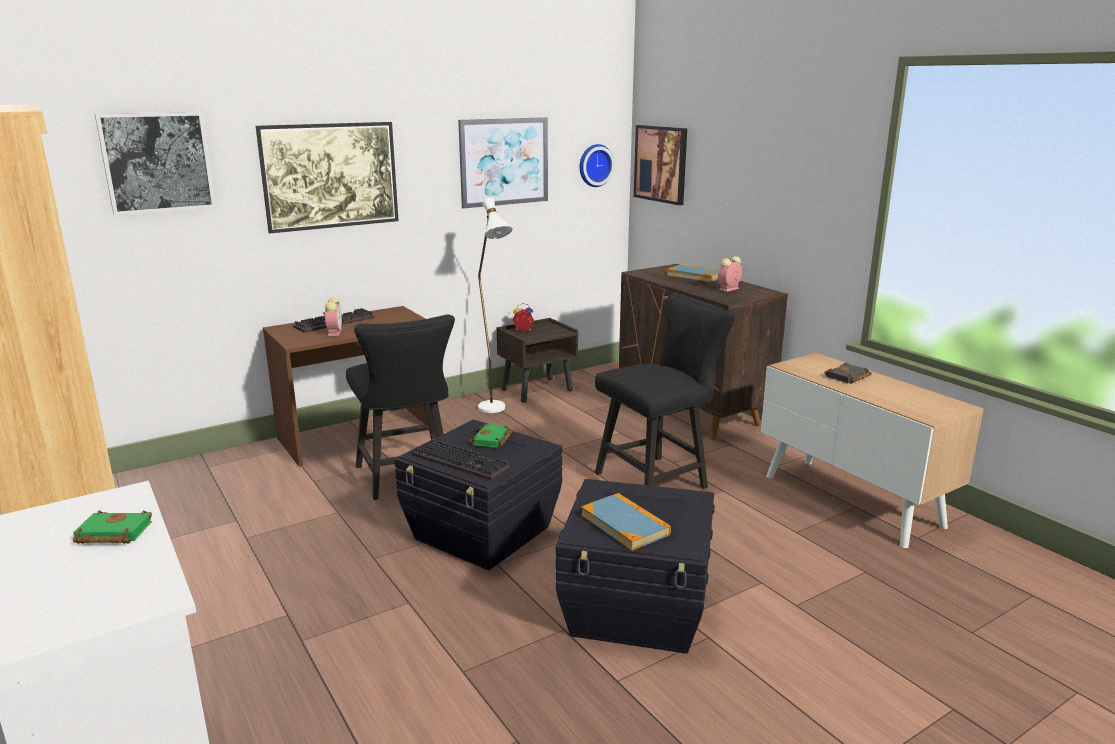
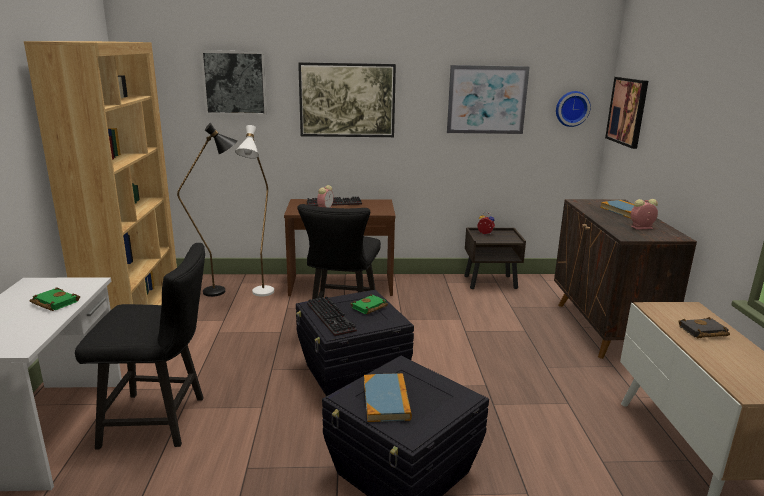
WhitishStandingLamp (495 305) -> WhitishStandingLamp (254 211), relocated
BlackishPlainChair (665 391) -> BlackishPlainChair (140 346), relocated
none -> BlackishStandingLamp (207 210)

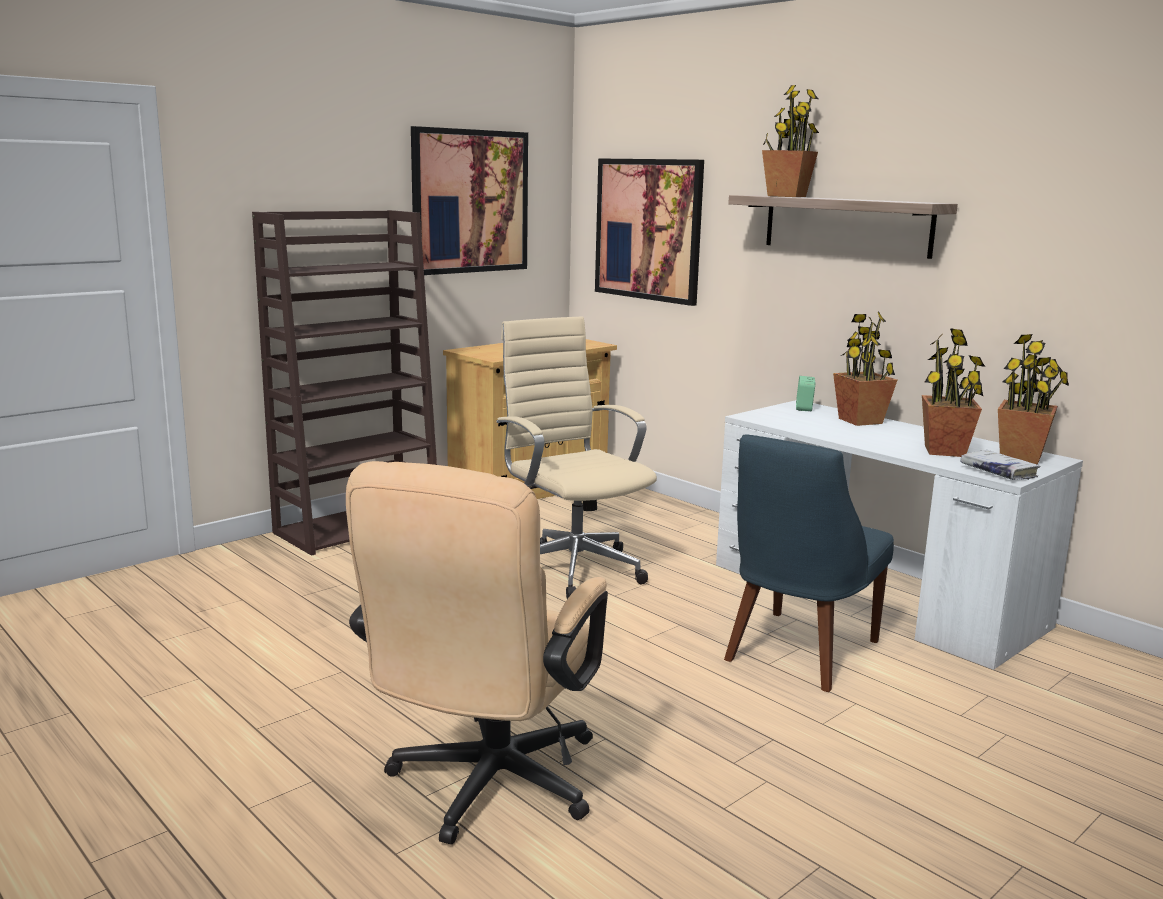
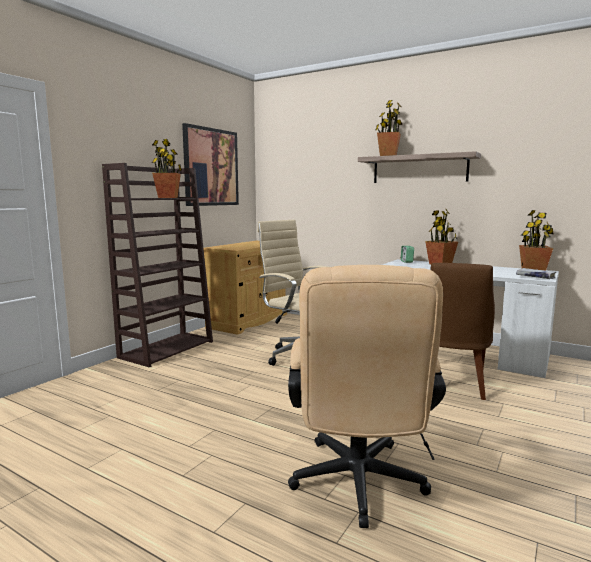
WallArt (649 232) -> none
Houseplant (953 392) -> Houseplant (166 168), relocated
BluishPlainChair (809 563) -> BrownishPlainChair (462 331)

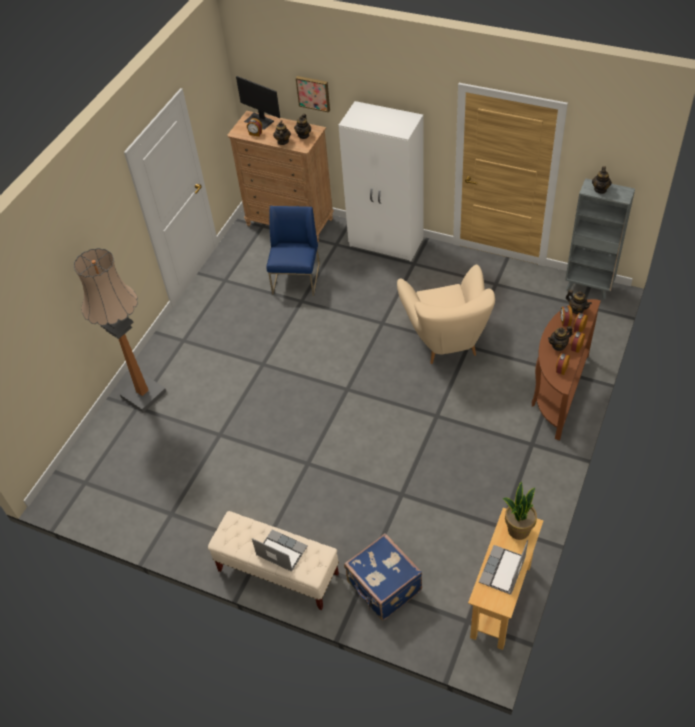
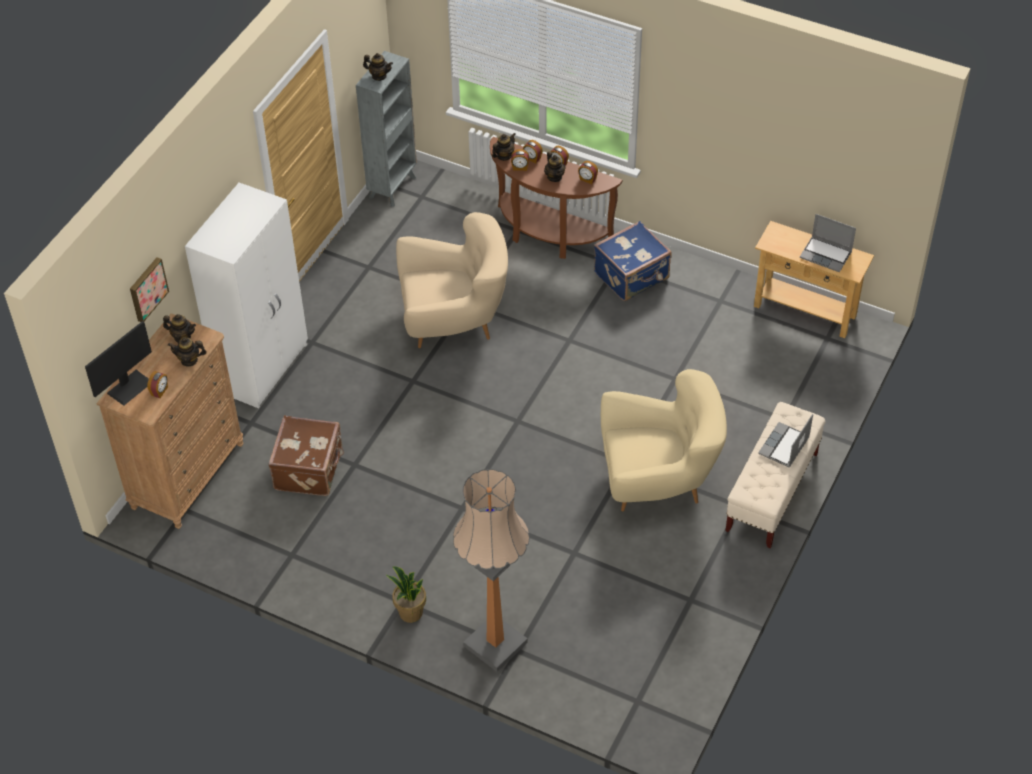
BluishPlainChair (293 251) -> BrownishSuitcase (306 456)
Houseplant (519 510) -> Houseplant (406 594), relocated
BluishSuitcase (383 576) -> BluishSuitcase (633 261), relocated
none -> SandColouredArmchair (664 440)

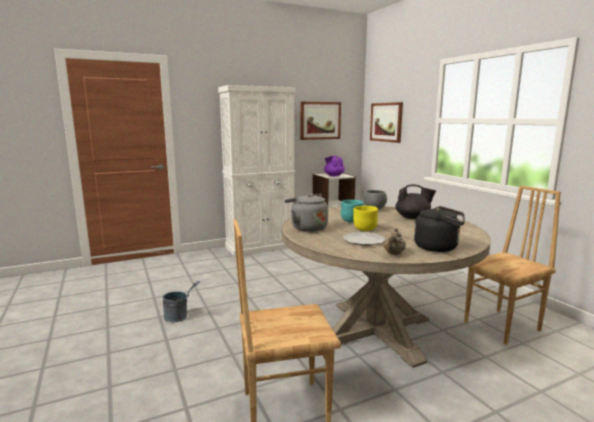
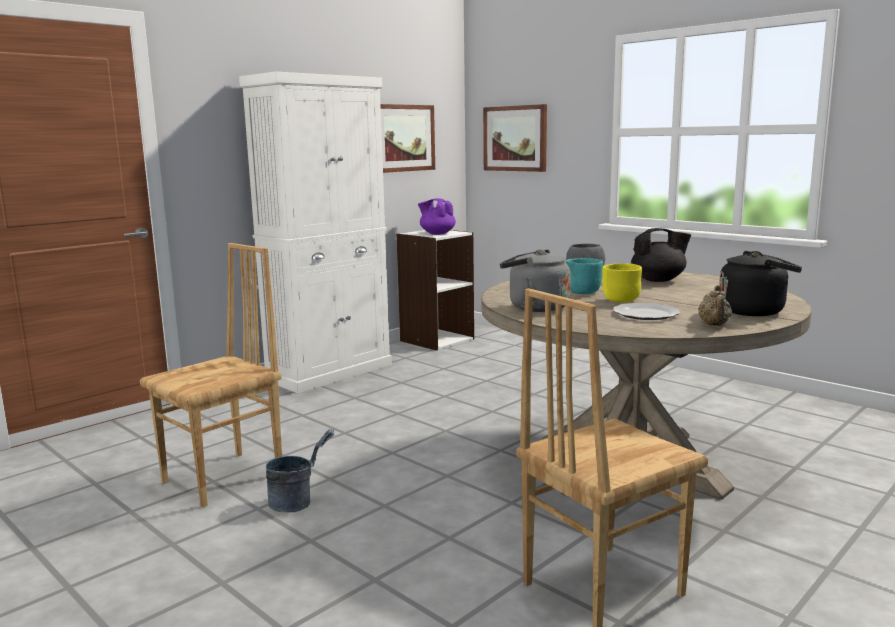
BrownishPlainChair (512 265) -> BrownishPlainChair (211 375), relocated

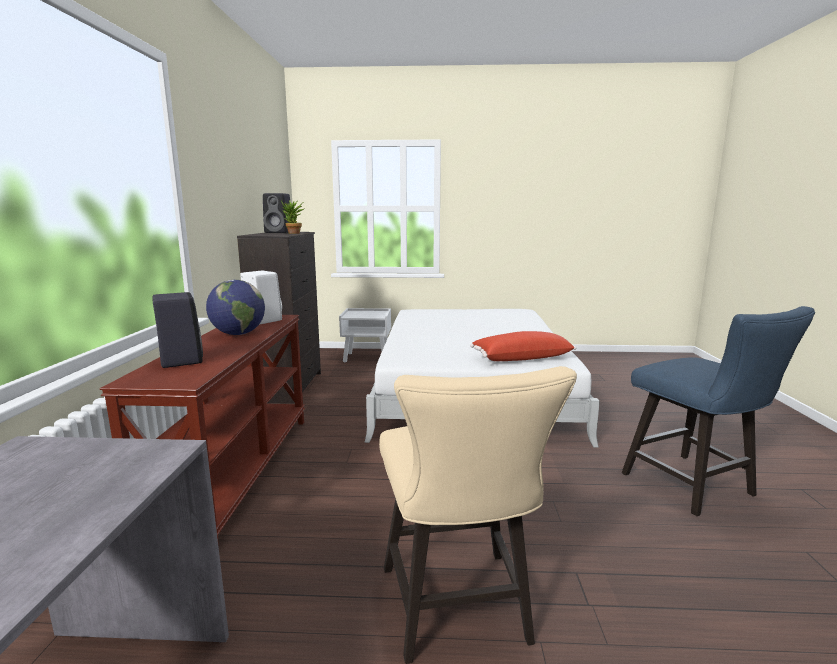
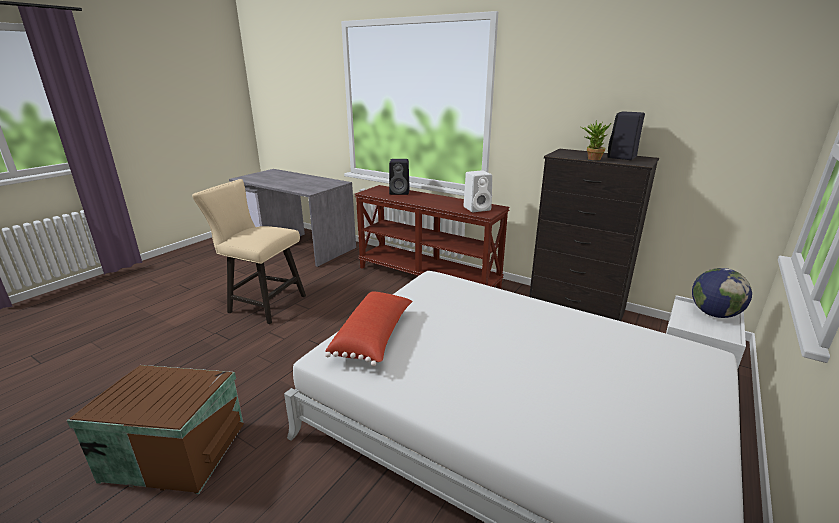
WorldGlobe (235 307) -> WorldGlobe (722 293), relocated
BluishPlainChair (718 411) -> BrownishStorageContainer (155 429)

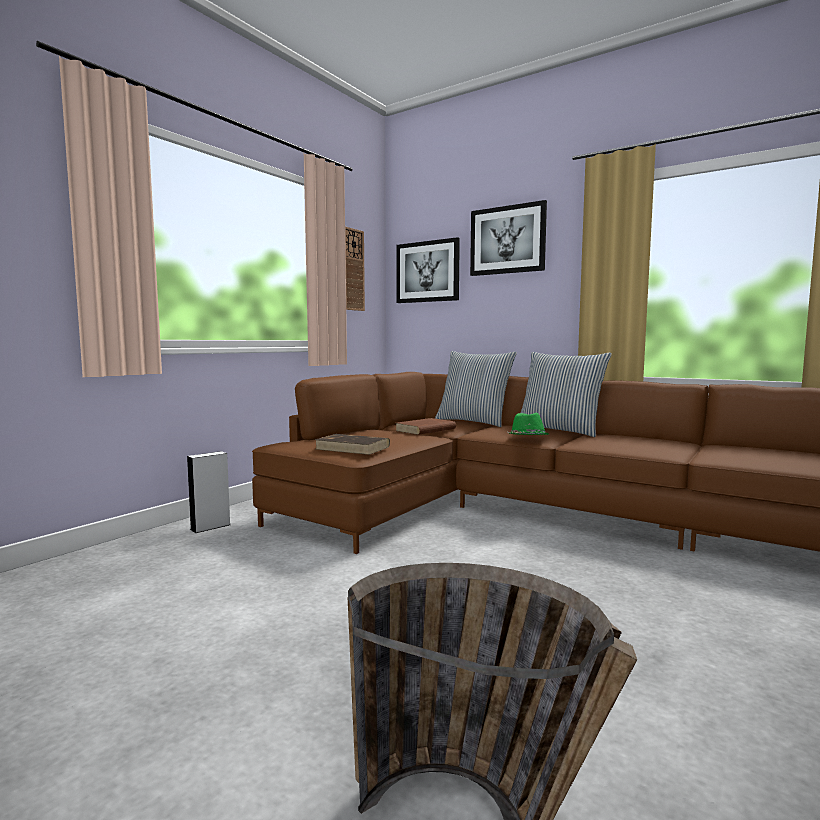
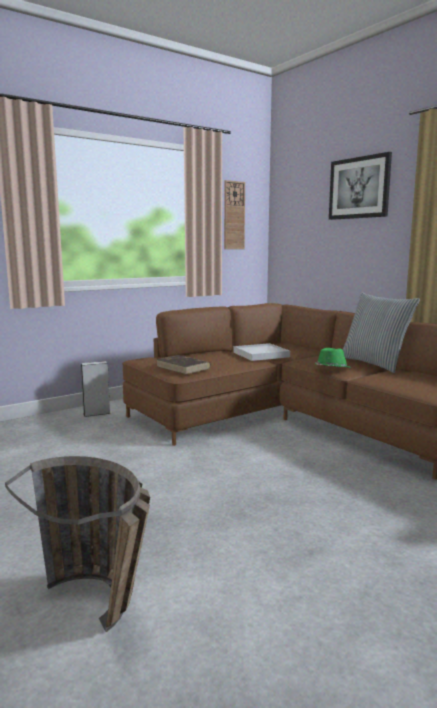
WallArt (428 270) -> none
ThrowPillow (476 389) -> none
BrownishBook (426 426) -> WhitishServingTray (262 352)

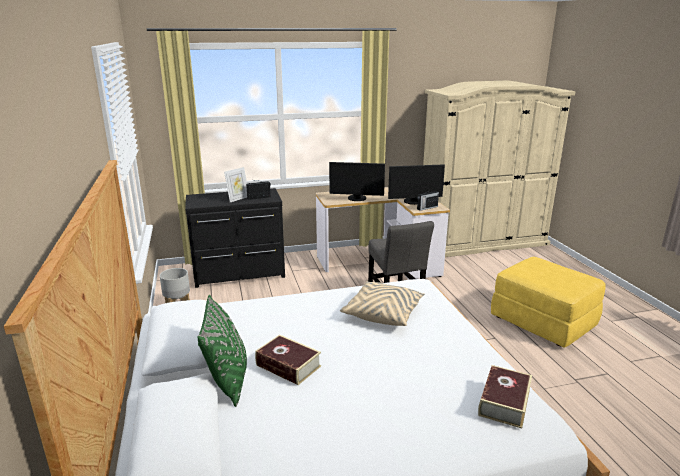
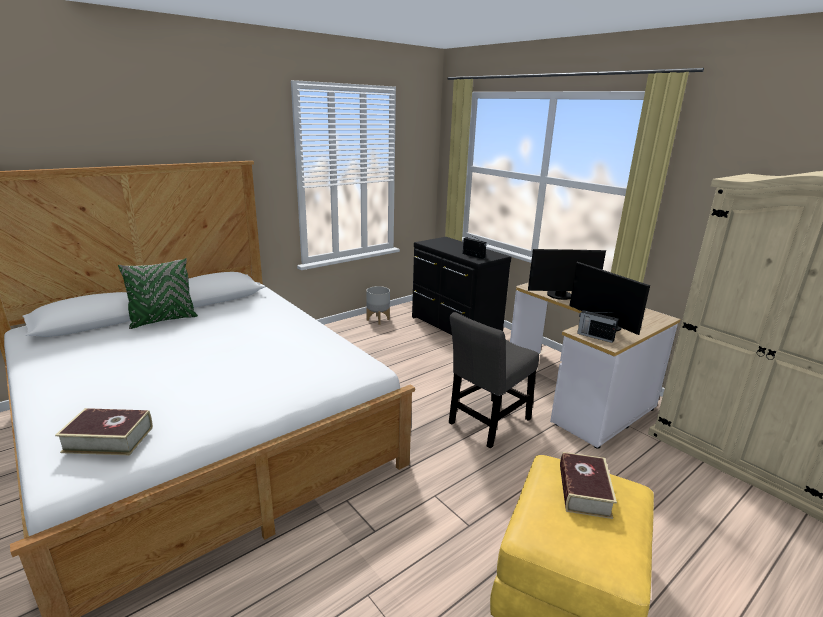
ComputerScreen (357 181) -> ComputerScreen (567 274), 75 degrees counterclockwise
PictureFrame (235 184) -> none
SandColouredThrowPillow (382 303) -> none
Book (288 360) -> Book (588 485), relocated

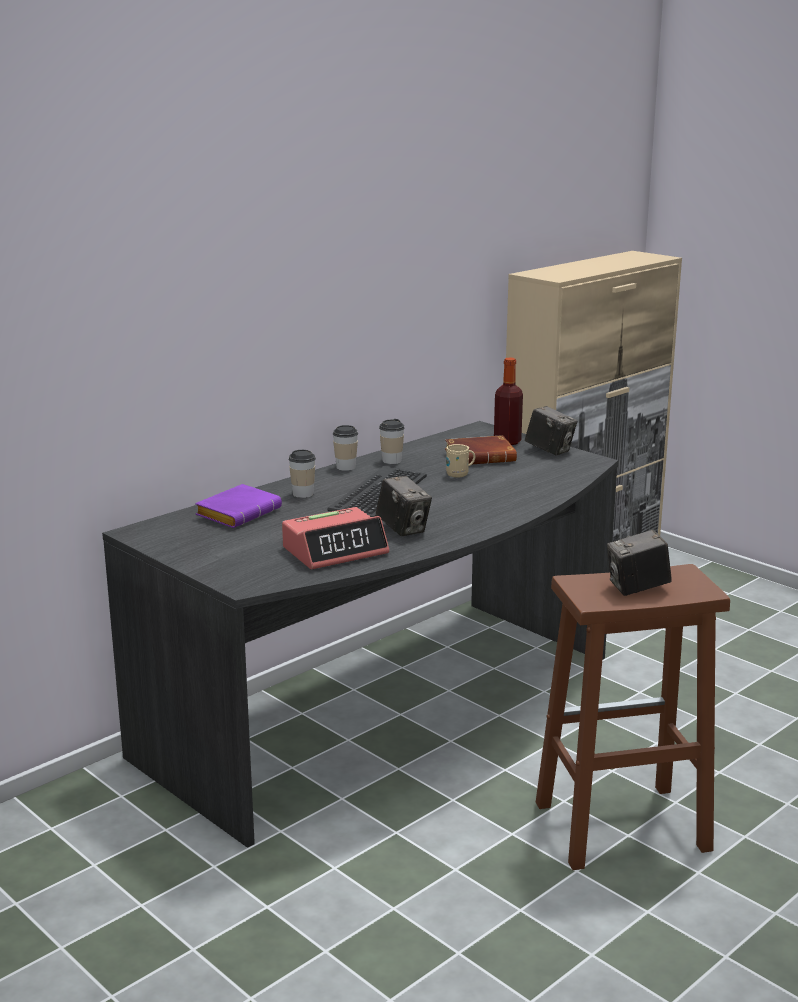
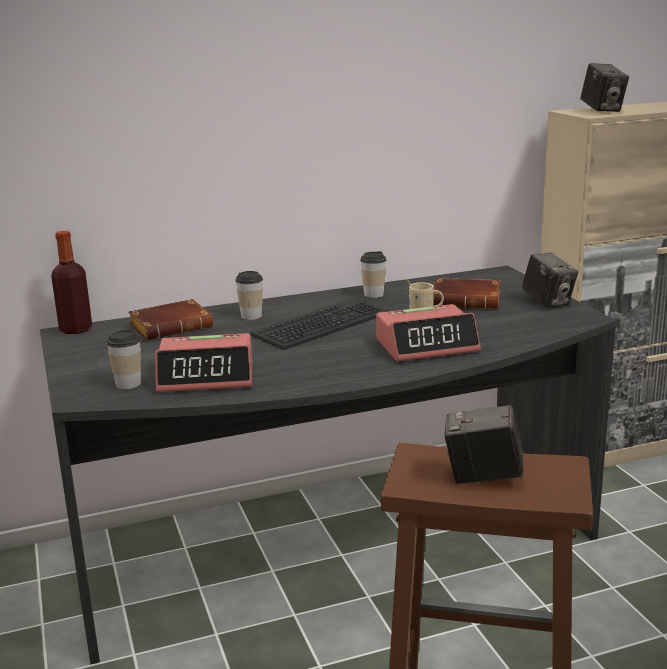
Bottle (508 401) -> Bottle (71 282), relocated
DrinkingCup (345 448) -> DrinkingCup (123 359), relocated
StillCamera (404 506) -> StillCamera (605 87), relocated
PurpleColouredBook (238 506) -> BrownishBook (170 319)
none -> TableClock (428 333)

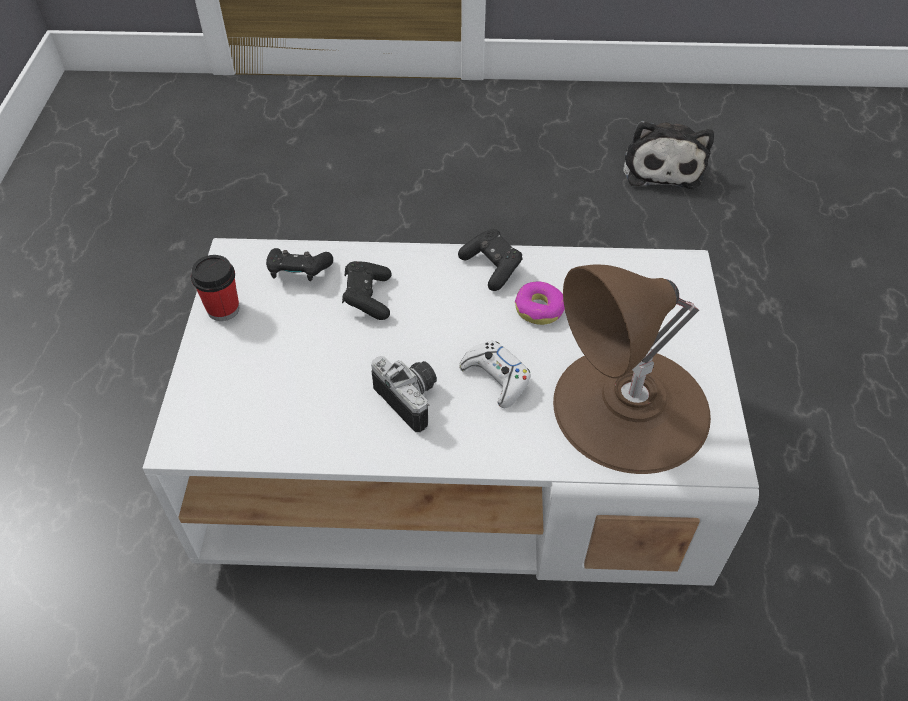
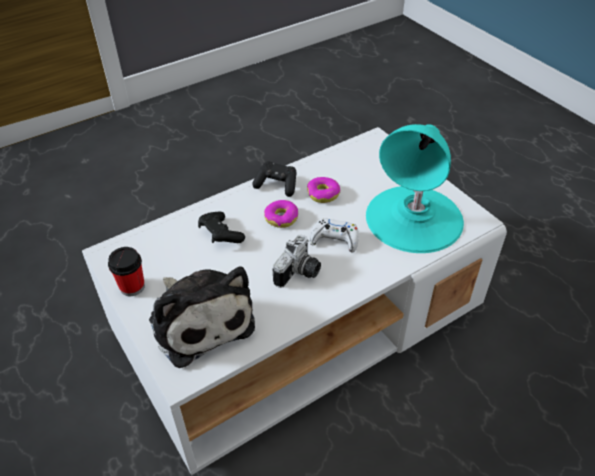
CuddlyToy (668 155) -> CuddlyToy (202 317), relocated
BlackishJoypad (299 264) -> none
BrownishLampForATable (632 369) -> BlueGreenLampForATable (415 188)
StillCamera (404 394) -> StillCamera (297 261), 105 degrees clockwise
none -> Donut (281 214)

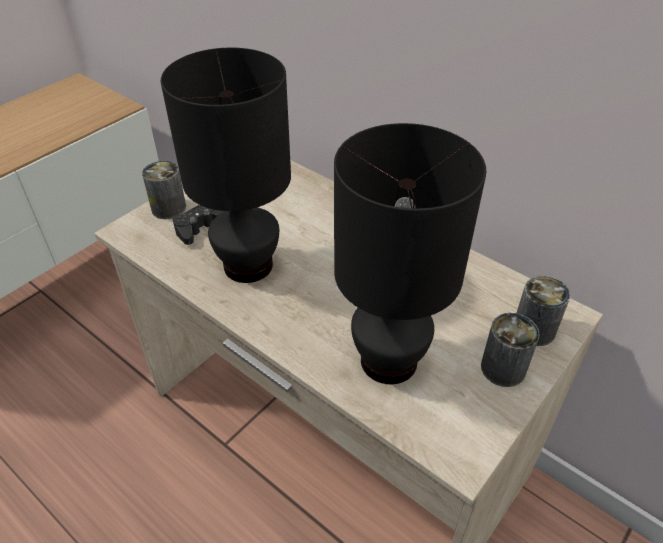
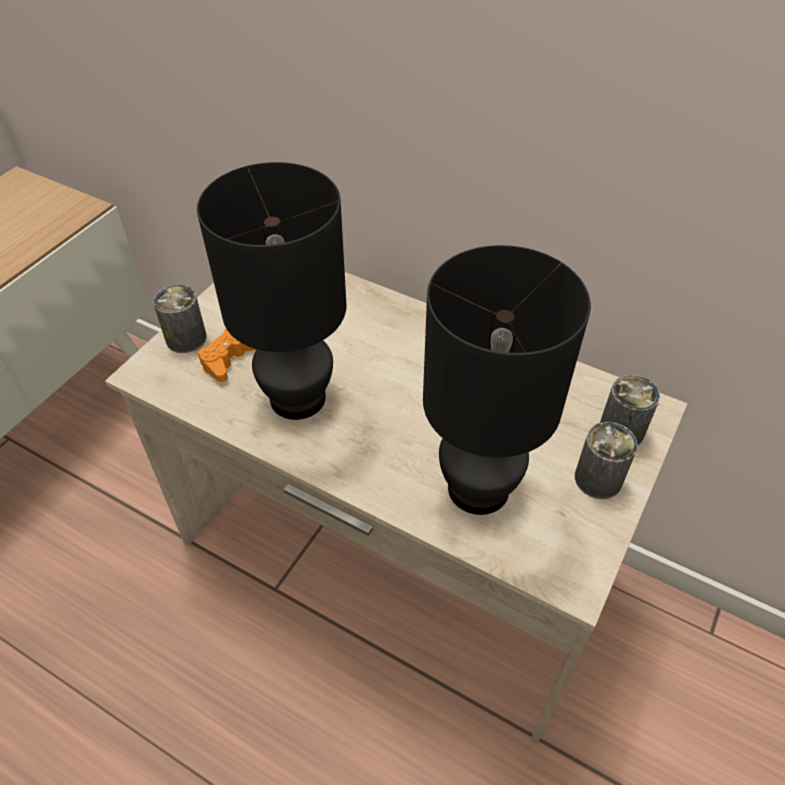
BlackishJoypad (198 225) -> OrangeJoypad (227 355)

